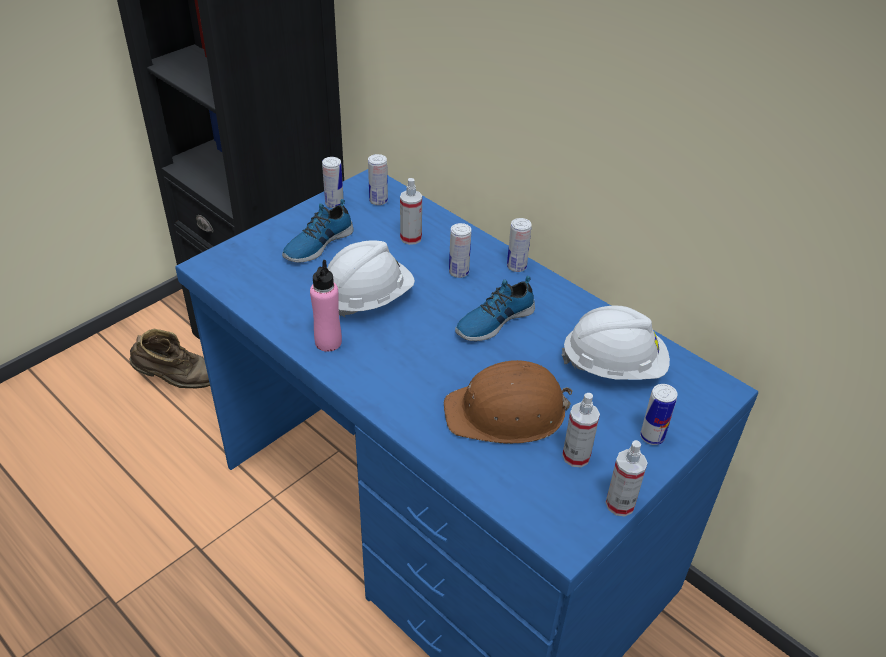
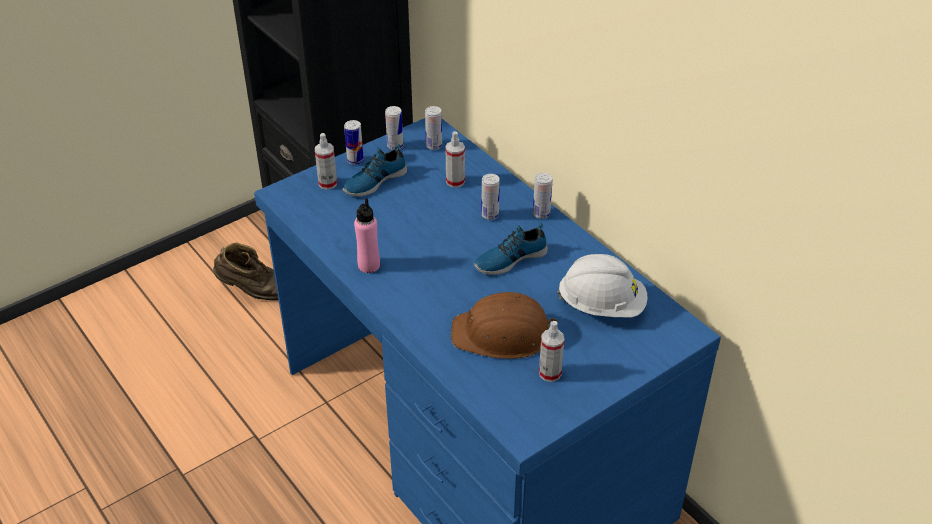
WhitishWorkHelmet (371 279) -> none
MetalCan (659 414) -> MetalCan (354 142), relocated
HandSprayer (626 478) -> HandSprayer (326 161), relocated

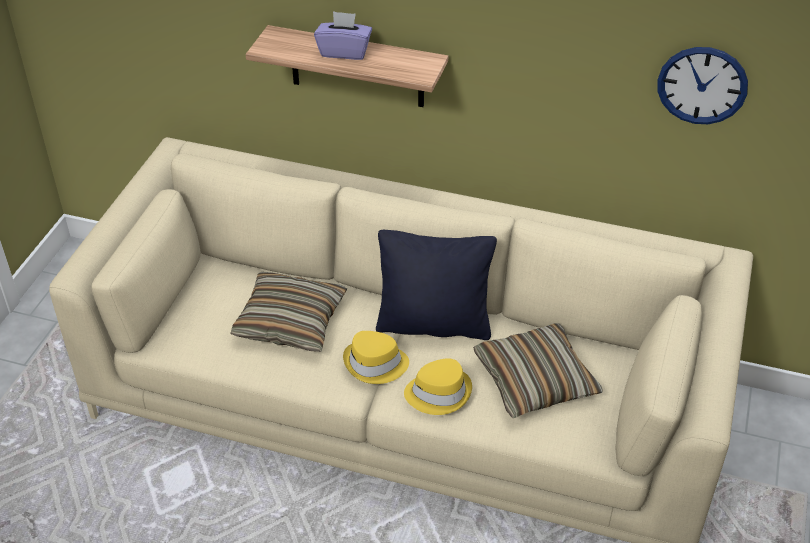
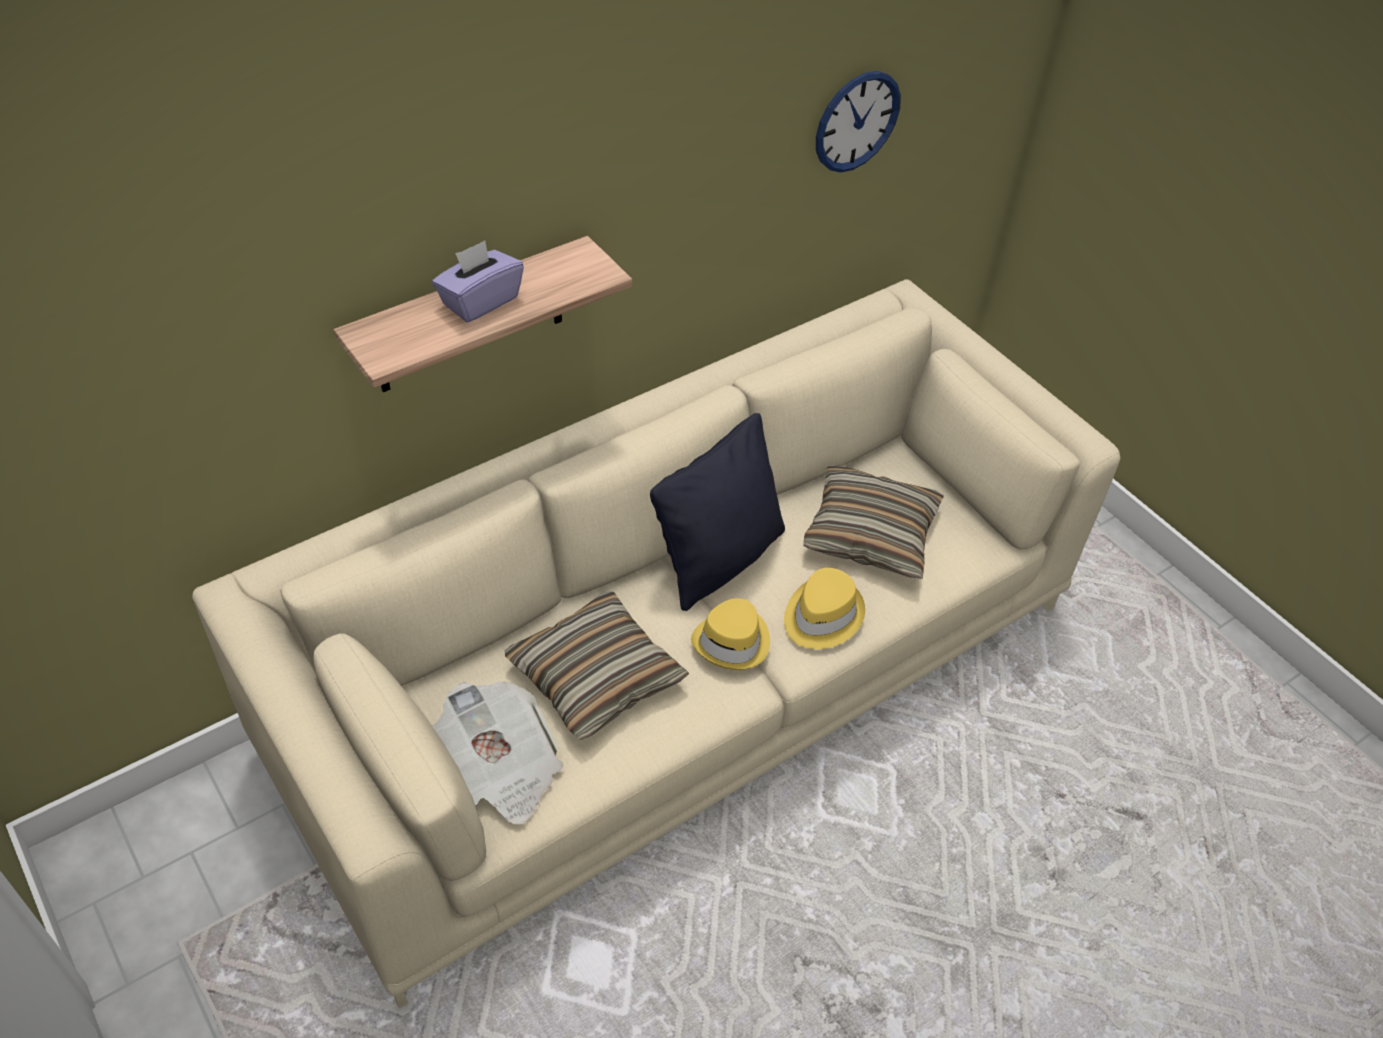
none -> Newspaper (498 753)

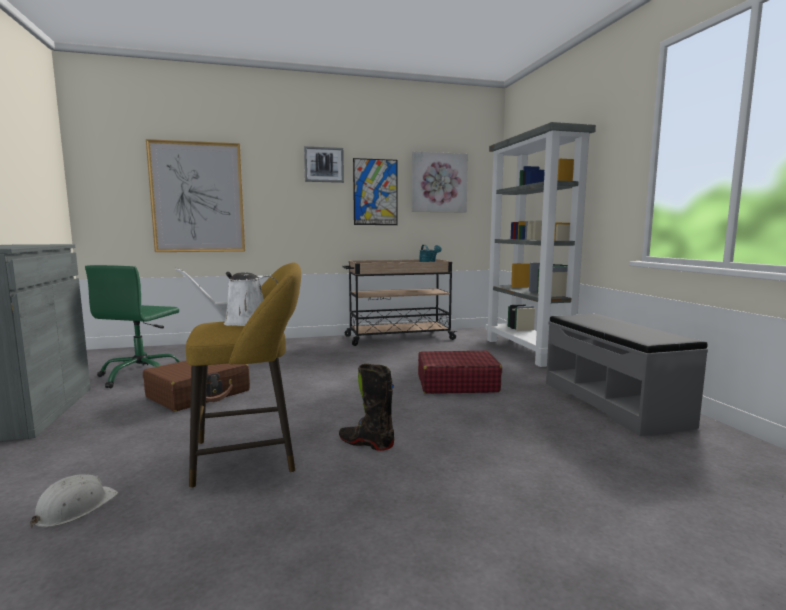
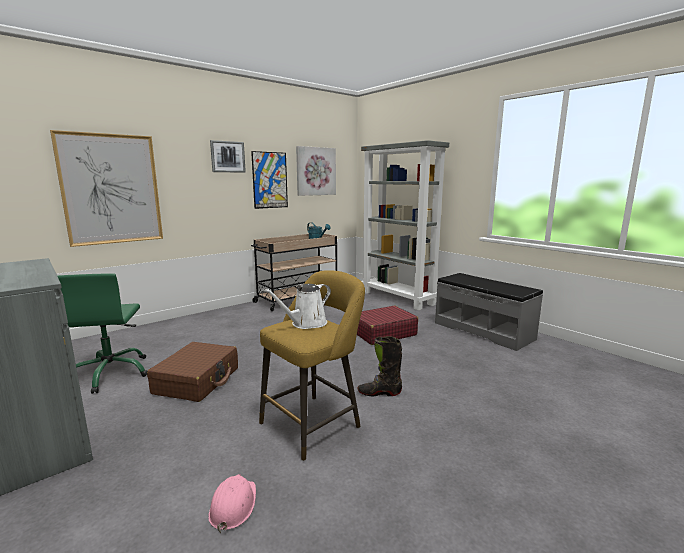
WhitishWorkHelmet (74 501) -> PinkishWorkHelmet (232 503)

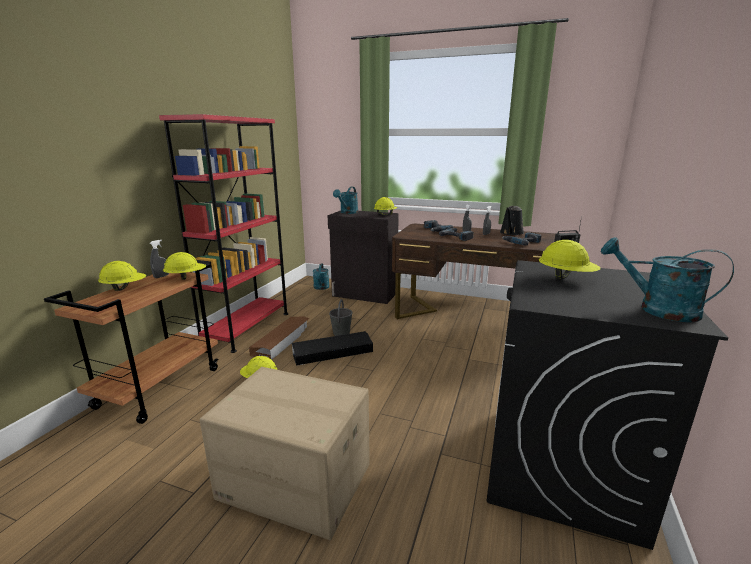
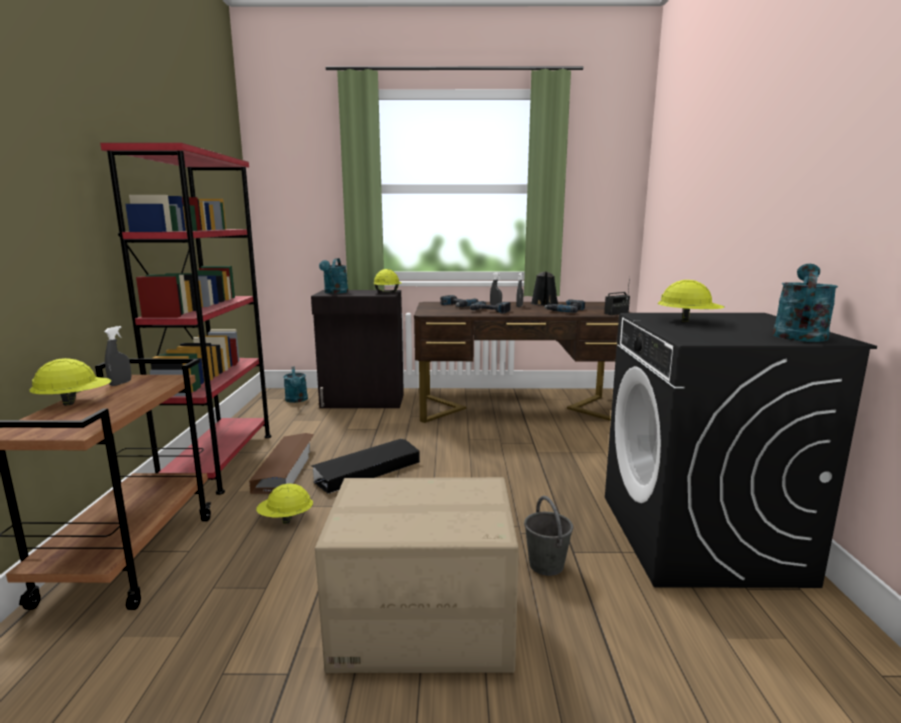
BlueGreenSprinklingCan (667 279) -> BlueGreenSprinklingCan (805 303), 105 degrees clockwise
YellowColouredWorkHelmet (184 266) -> none
GreyishWaterBucket (341 317) -> GreyishWaterBucket (548 536), relocated

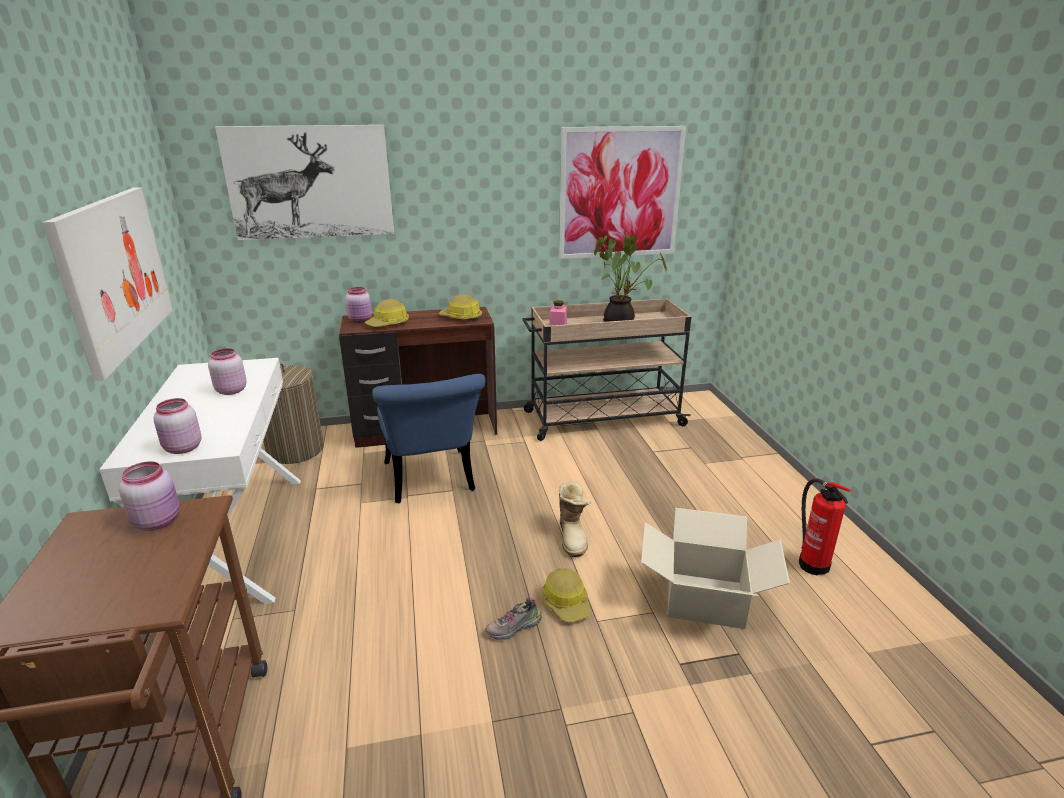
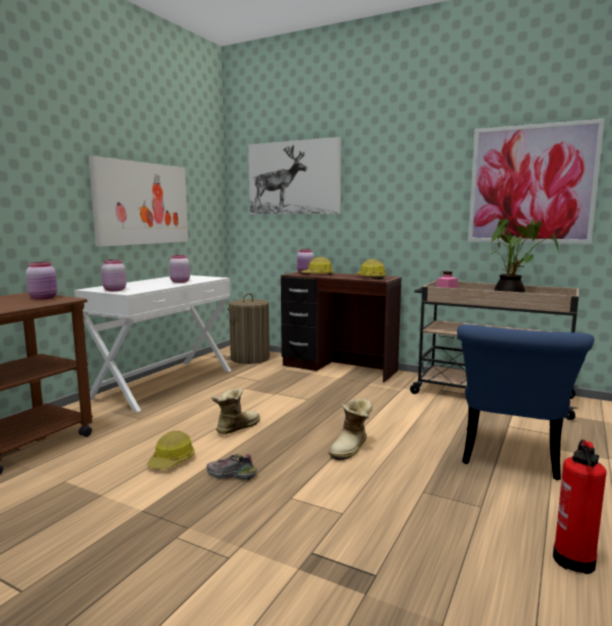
BluishPlainChair (428 438) -> BluishPlainChair (525 402), relocated
CardboardBox (715 568) -> none
WorkHelmet (566 595) -> WorkHelmet (171 450), relocated
none -> Boot (236 411)

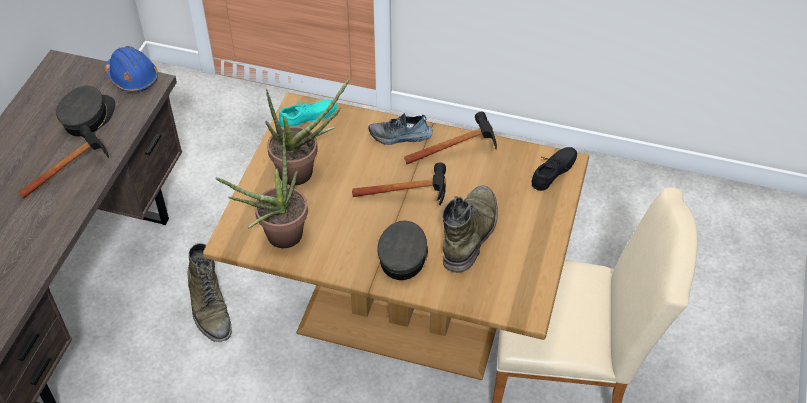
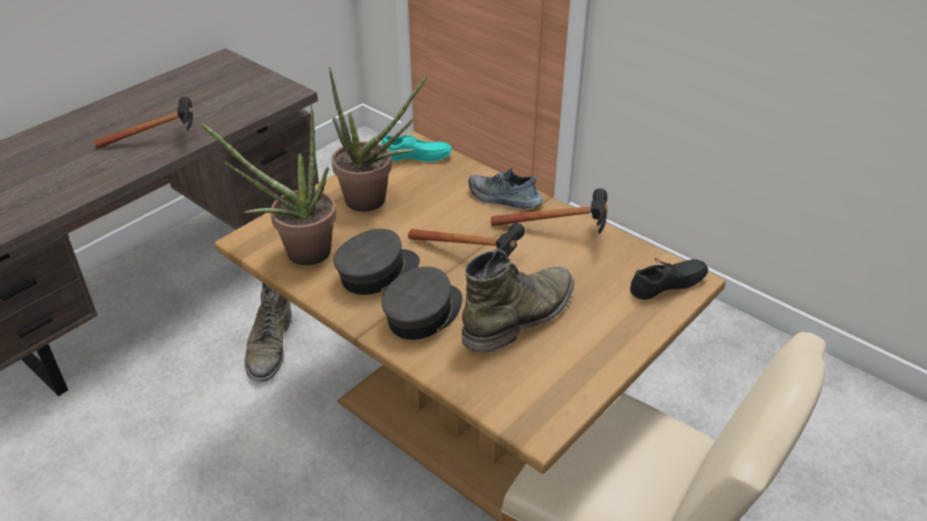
BluishWorkHelmet (131 69) -> none
GreyishPeakedCap (85 111) -> GreyishPeakedCap (376 262), relocated

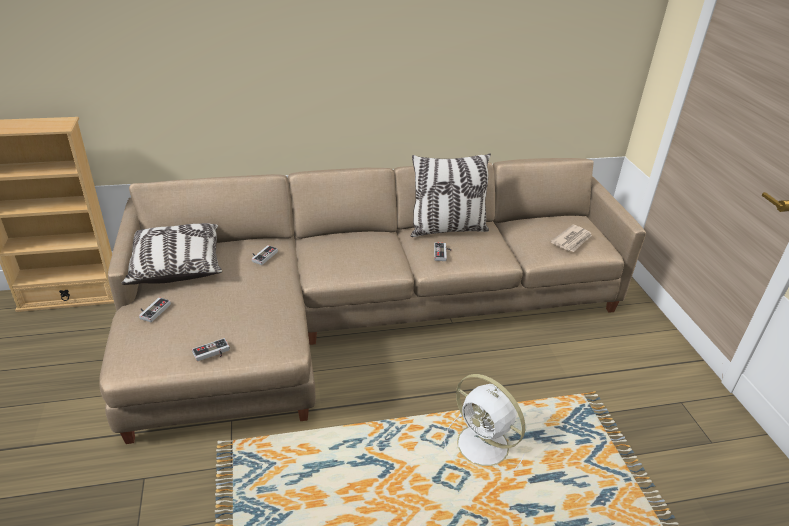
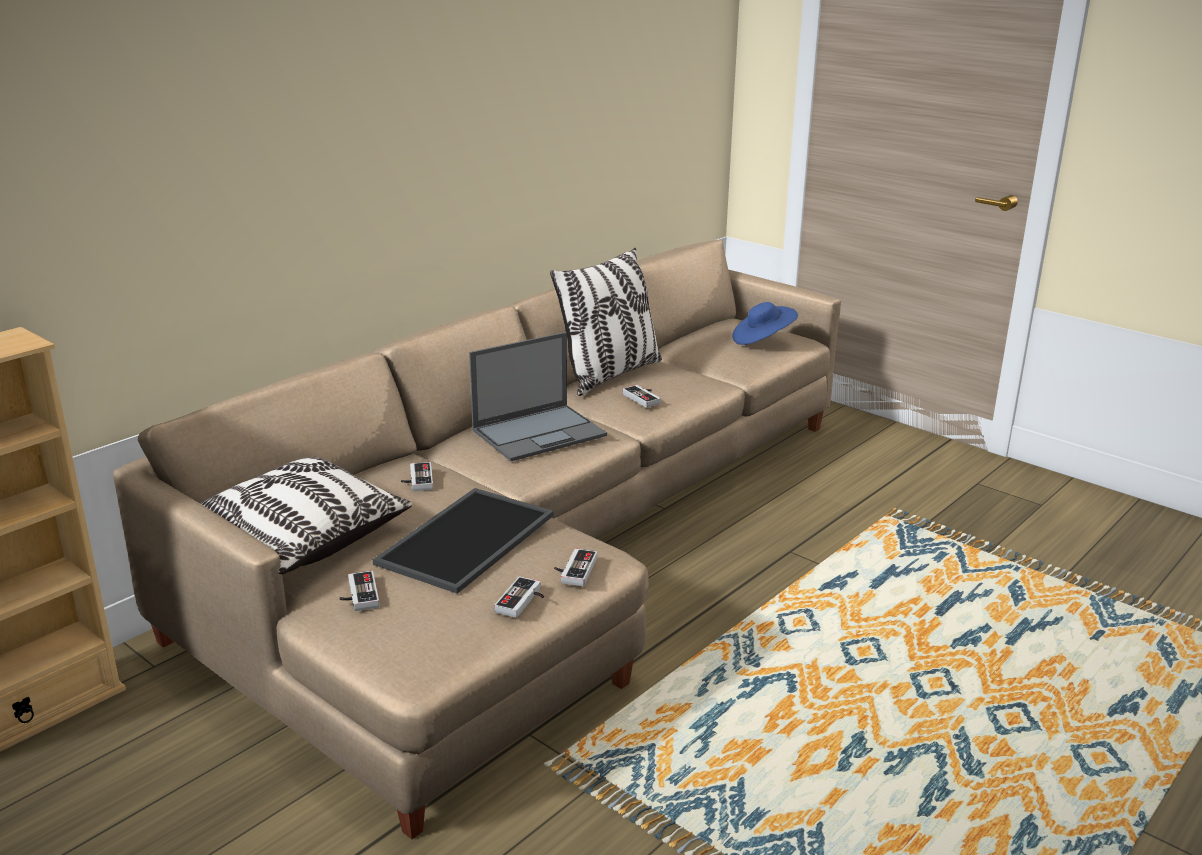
Newspaper (571 238) -> BluishWearableHat (765 323)
WhitishFan (484 423) -> none
none -> PortableComputer (538 396)
none -> ServingTray (463 541)
none -> Joypad (575 567)

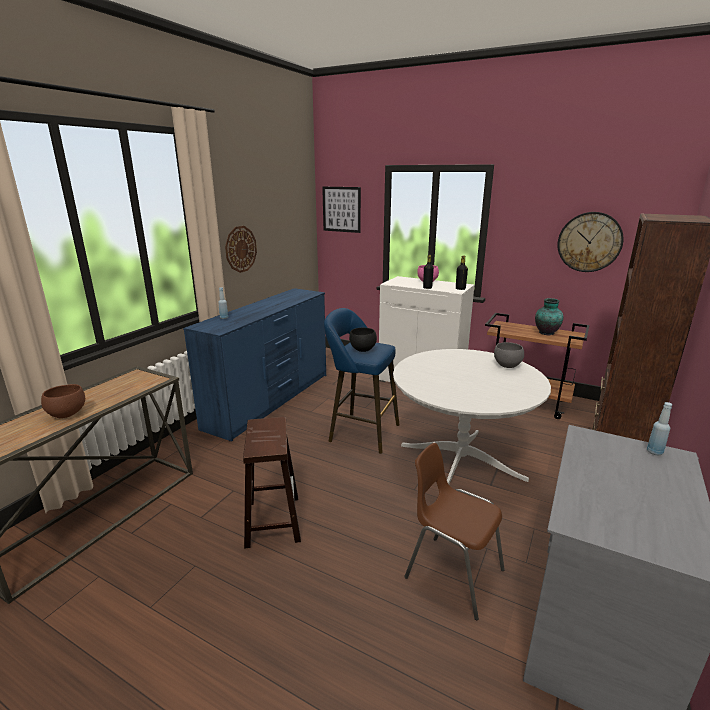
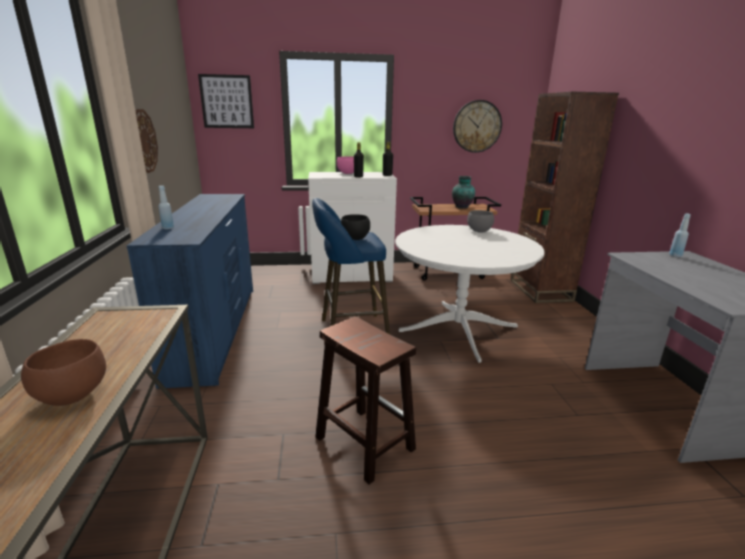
BrownishPlainChair (454 531) -> none

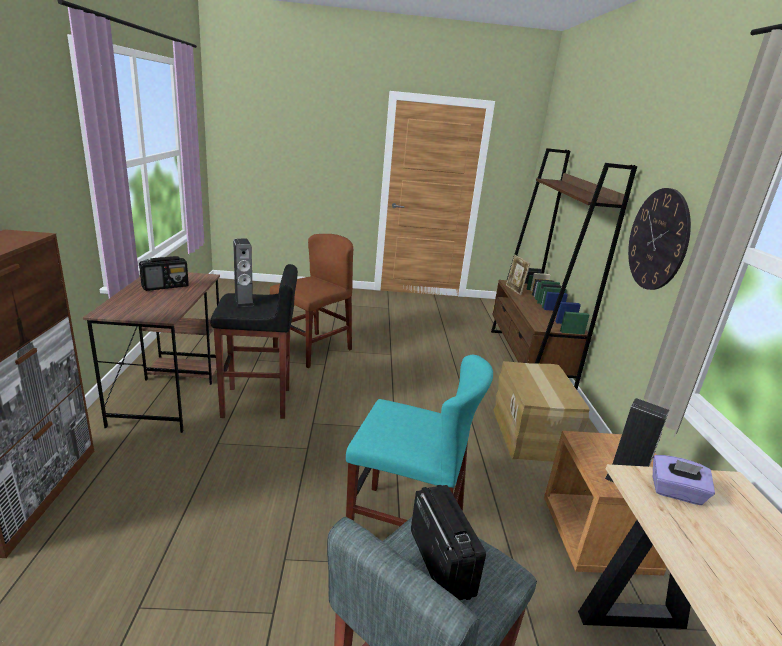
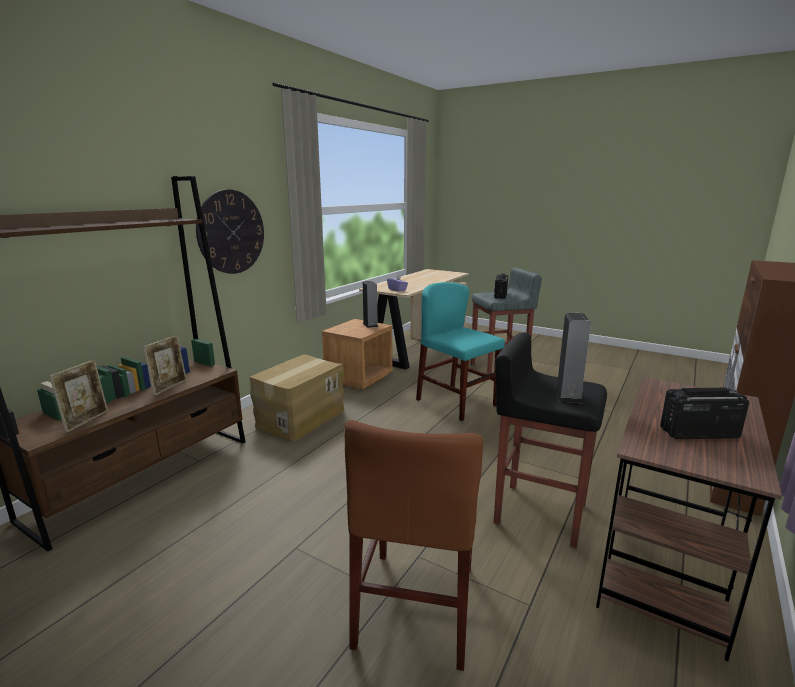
BrownishPlainChair (311 301) -> BrownishPlainChair (414 545), 60 degrees counterclockwise
none -> PictureFrame (165 365)

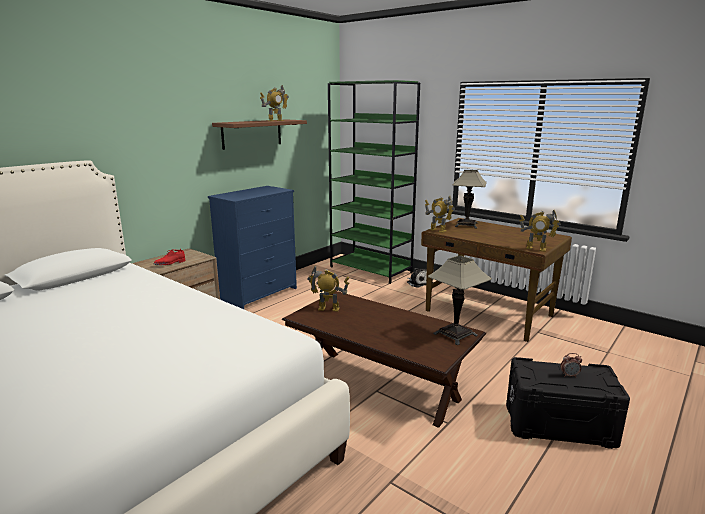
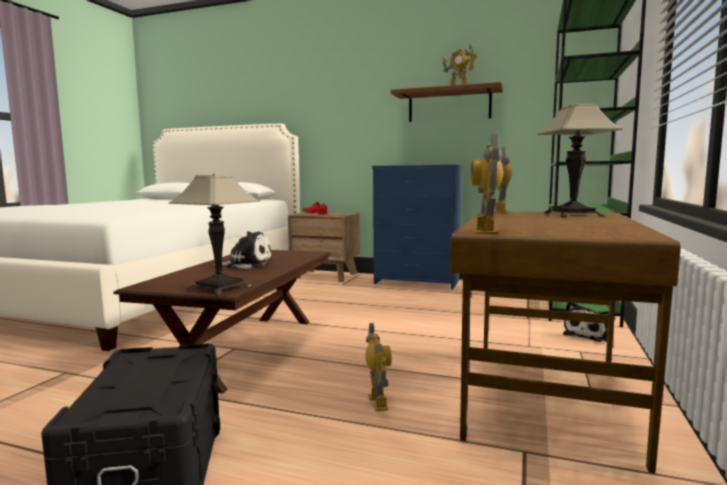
ToyRobot (328 288) -> ToyRobot (378 367), relocated
TableClock (571 365) -> none
none -> CuddlyToy (243 250)

